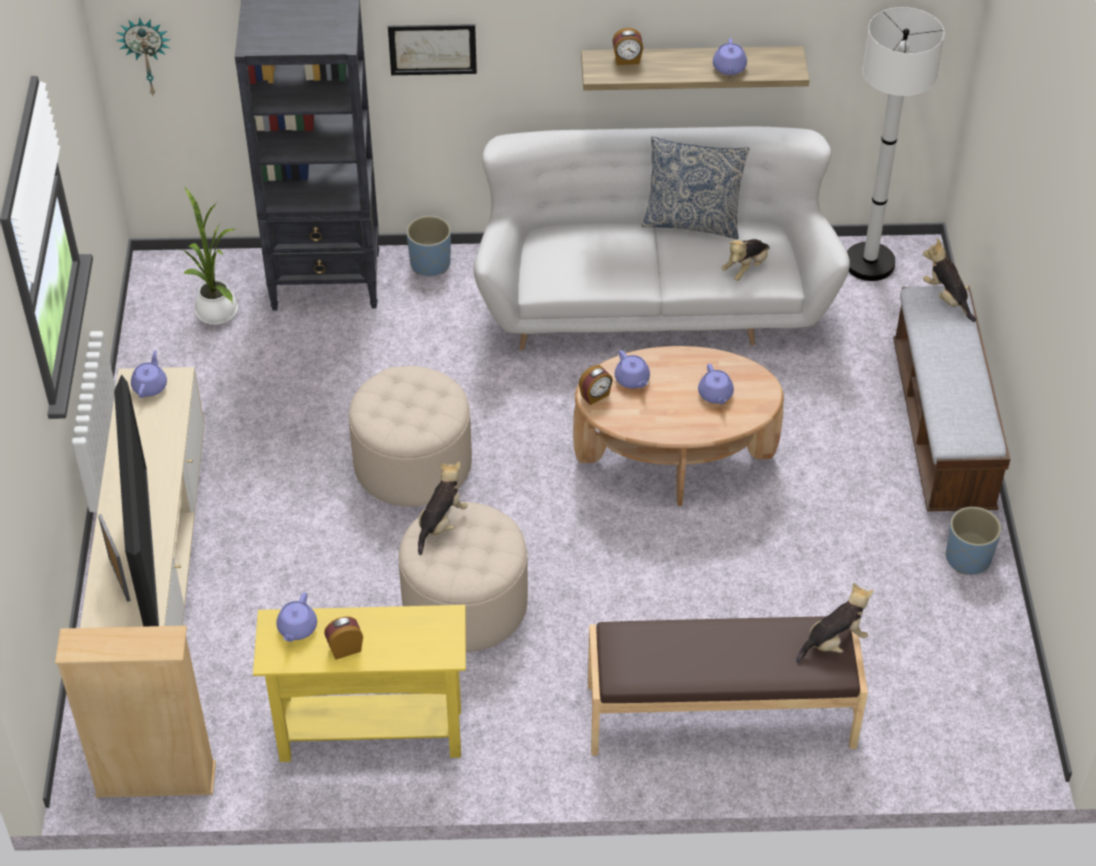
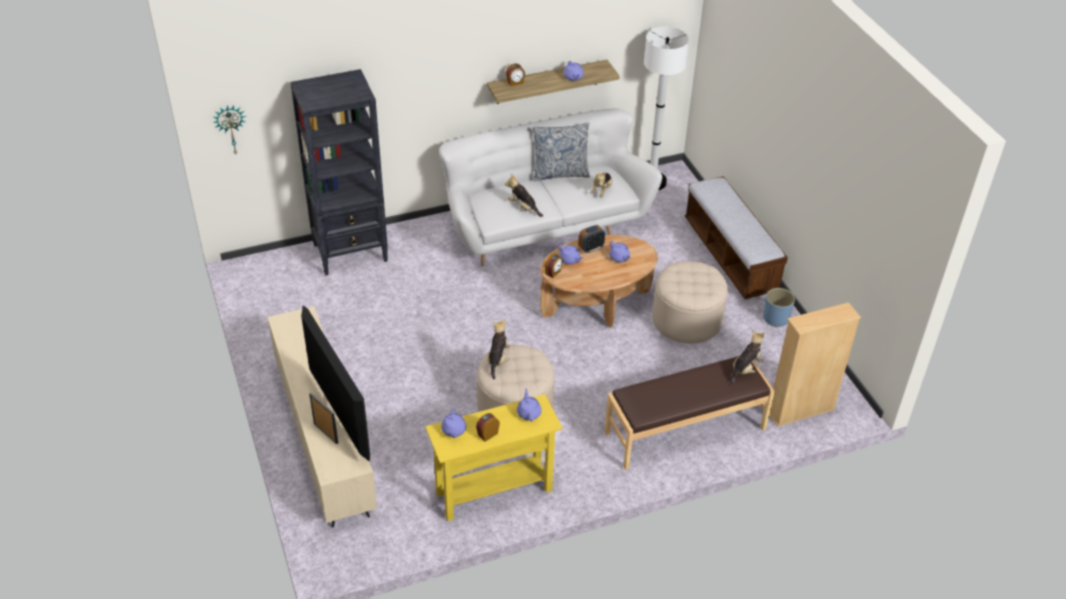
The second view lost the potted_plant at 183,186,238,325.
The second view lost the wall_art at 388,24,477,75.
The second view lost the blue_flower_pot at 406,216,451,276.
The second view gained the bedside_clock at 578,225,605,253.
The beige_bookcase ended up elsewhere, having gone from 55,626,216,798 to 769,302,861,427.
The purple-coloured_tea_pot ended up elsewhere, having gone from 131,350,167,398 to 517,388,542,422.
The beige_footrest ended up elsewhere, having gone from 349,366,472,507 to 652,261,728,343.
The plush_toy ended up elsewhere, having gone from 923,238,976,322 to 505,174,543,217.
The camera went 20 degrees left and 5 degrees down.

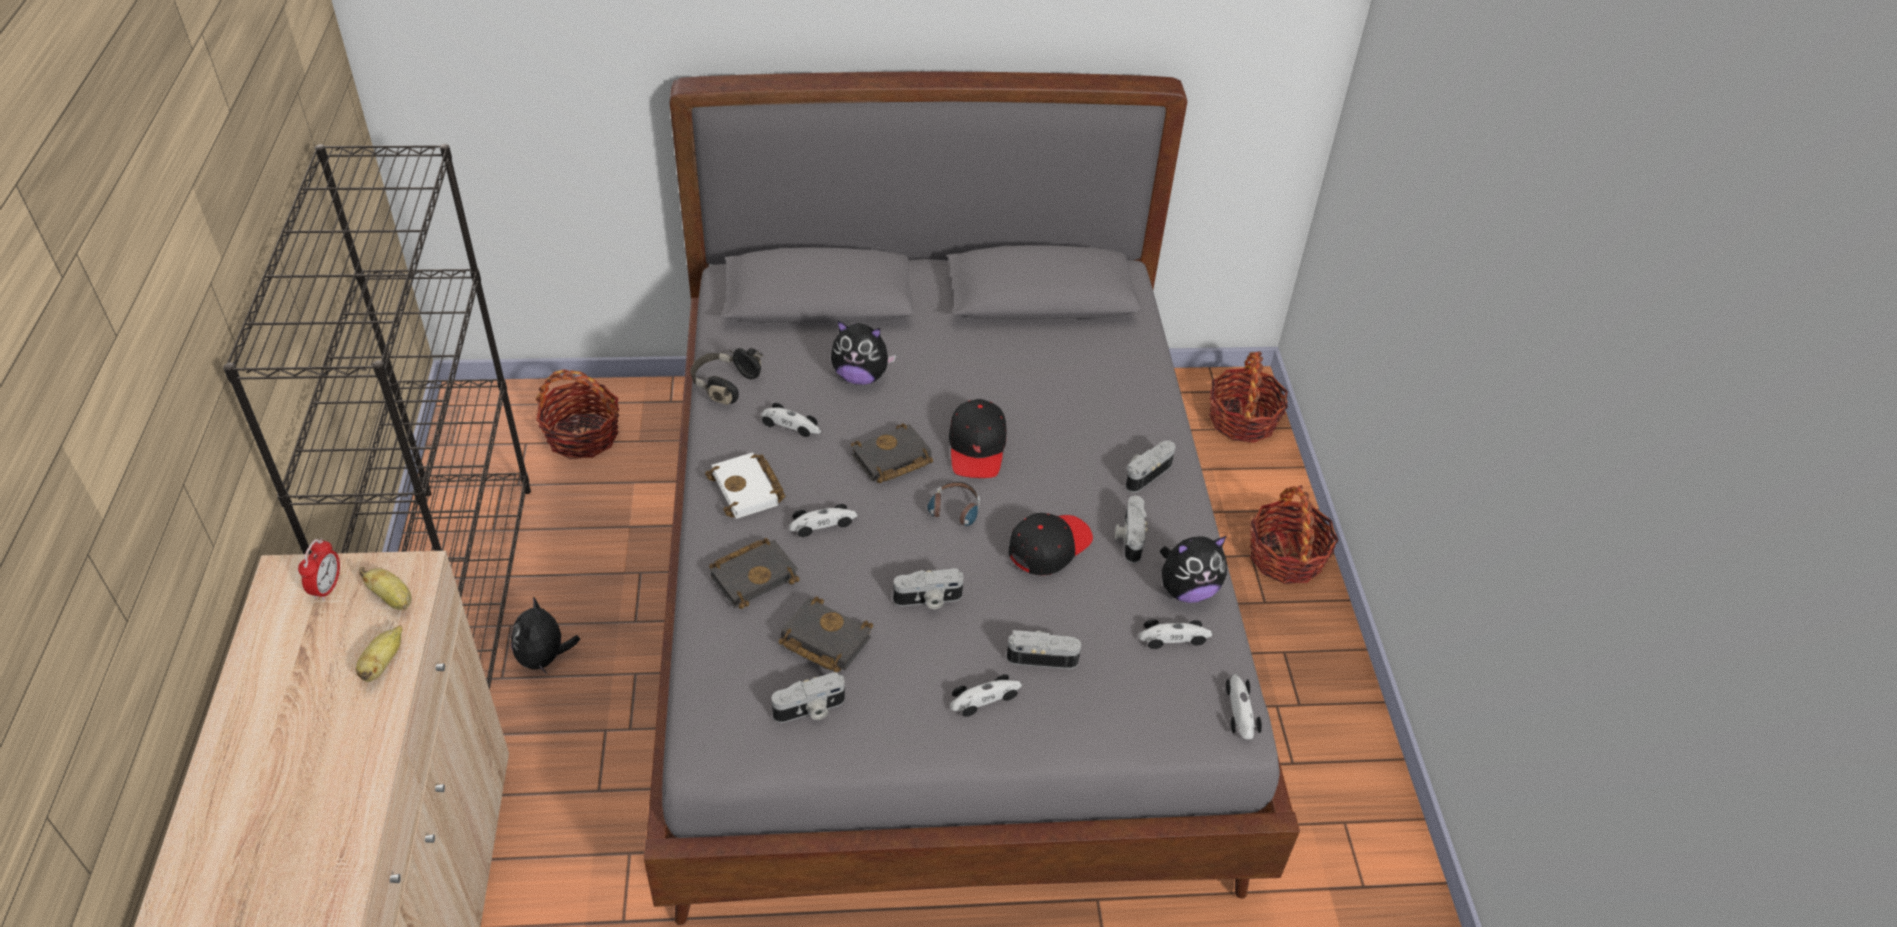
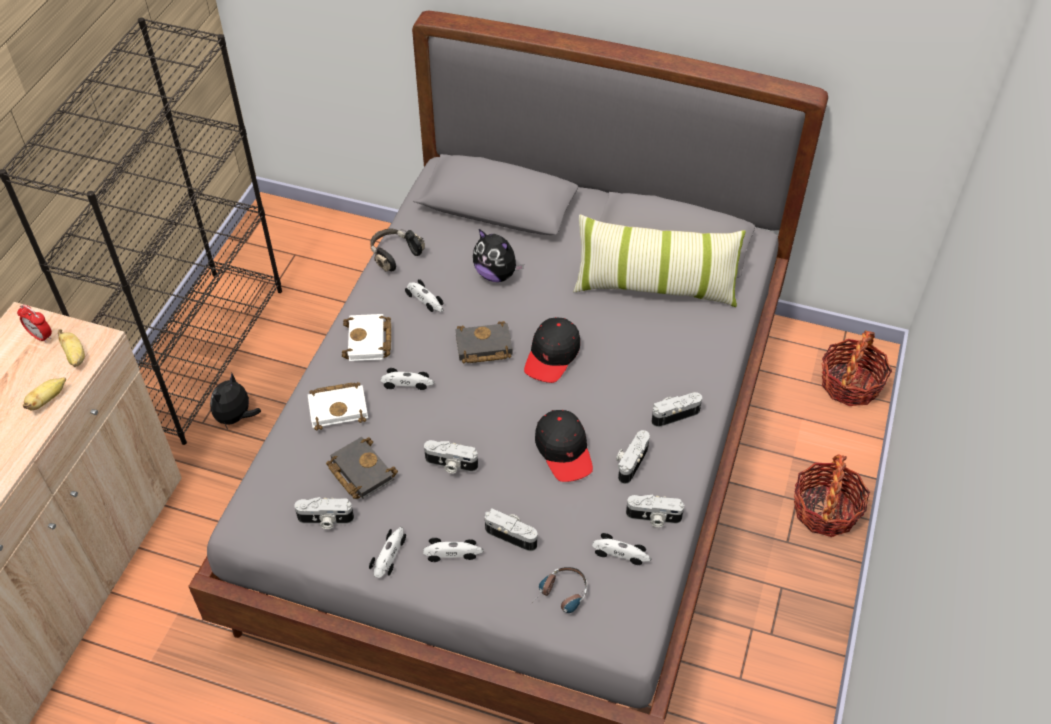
The second view lost the basket at 536,369,620,459.
The second view gained the cushion at 573,214,746,307.
The pair_of_headphones ended up elsewhere, having gone from 926,482,980,530 to 528,567,587,613.
The model_car ended up elsewhere, having gone from 1226,674,1262,739 to 369,527,406,578.
Where the plush_toy stood at 1160,536,1227,603, the photo_camera came to stand at 626,494,684,527.
What was the black-coloured_book at 709,538,799,609 turned into the white_book at 308,382,368,430.
The bedside_clock at 298,538,340,601 ended up facing another way, 90 degrees clockwise from before.
The black-coloured_cap at 1009,513,1093,575 ended up facing another way, 90 degrees clockwise from before.
The camera went 25 degrees right and 5 degrees up.

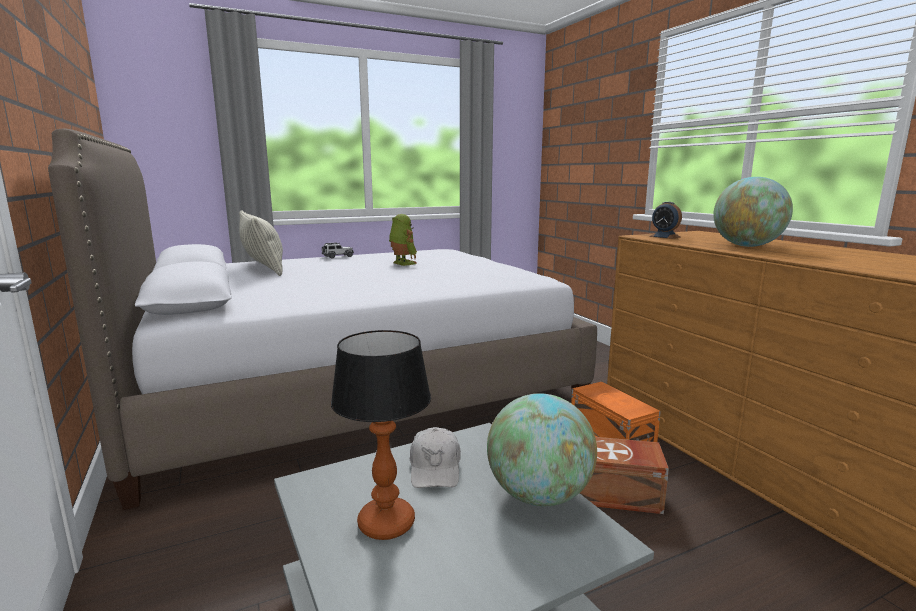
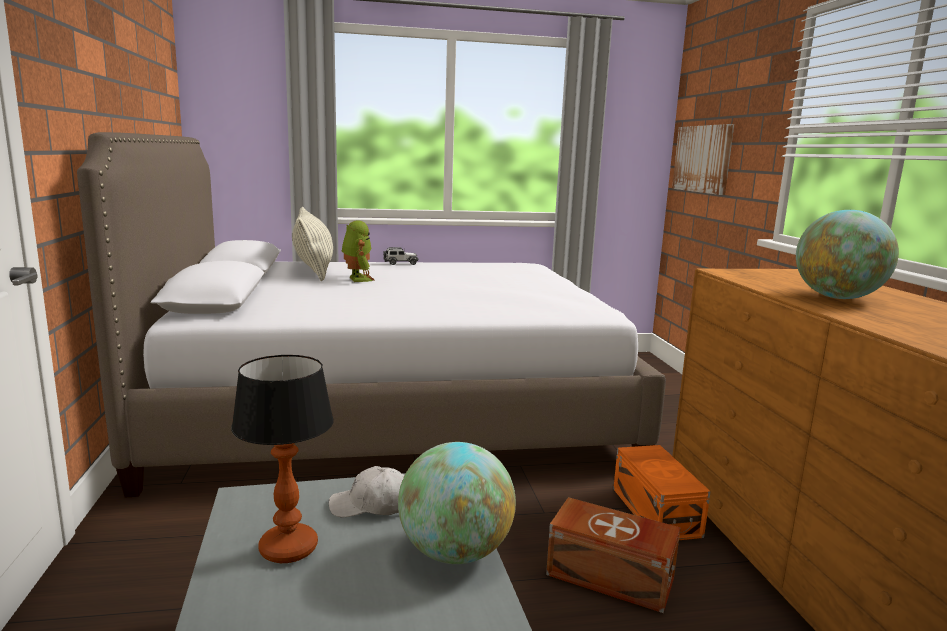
The second view lost the bedside_clock at 649,202,682,239.
The second view gained the wall_art at 672,124,734,195.
The robot_figure ended up elsewhere, having gone from 389,214,417,266 to 342,220,375,282.
The white_cap at 410,427,461,488 ended up facing another way, 75 degrees clockwise from before.
The camera went 15 degrees right and 0 degrees up.

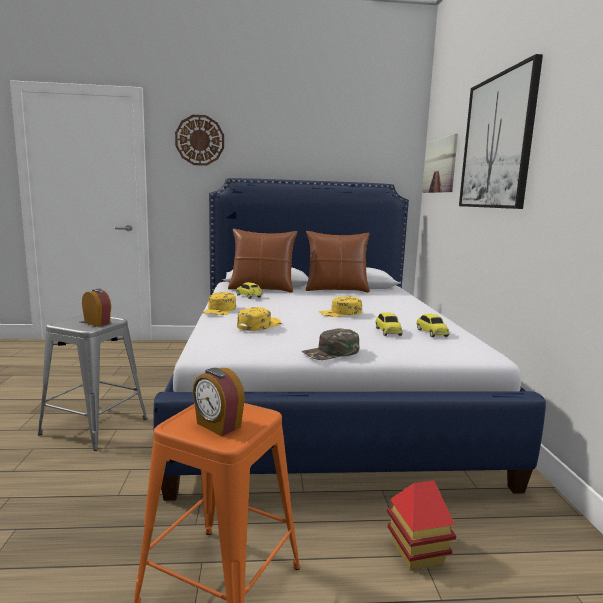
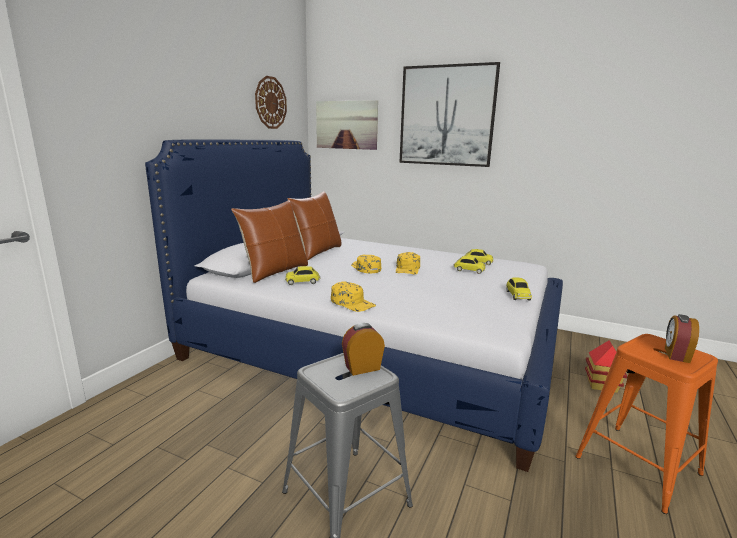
The hanging_clock ended up elsewhere, having gone from 175,115,224,166 to 255,76,287,129.
The yellowish_cap ended up elsewhere, having gone from 237,307,282,331 to 351,255,381,273.
Where the green_cap stood at 302,329,360,360, the model_car came to stand at 506,277,532,301.
The bedside_clock at 192,368,245,436 ended up facing another way, 135 degrees clockwise from before.
The camera went 60 degrees left and 5 degrees up.

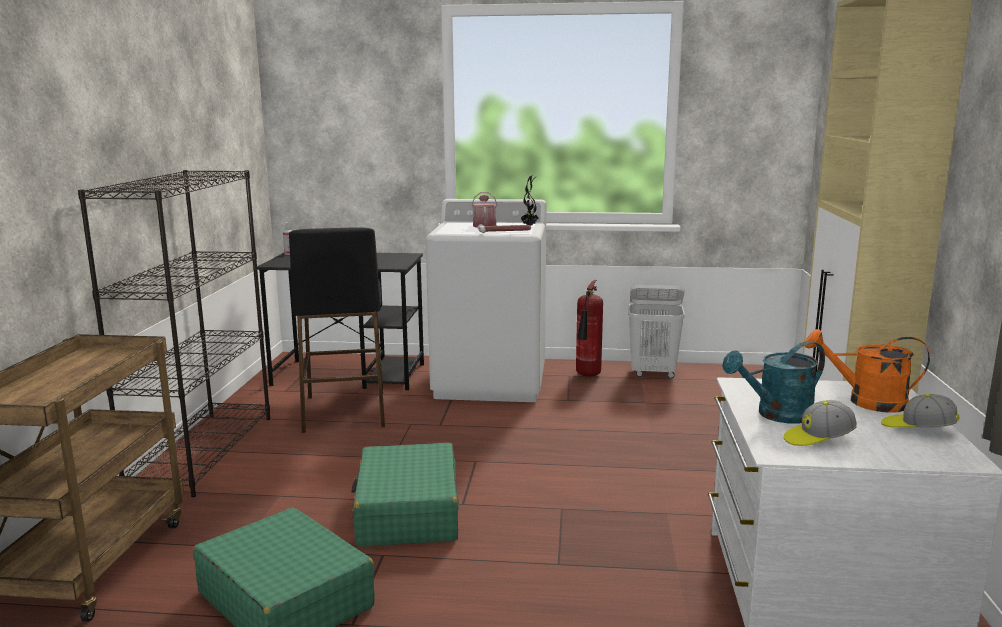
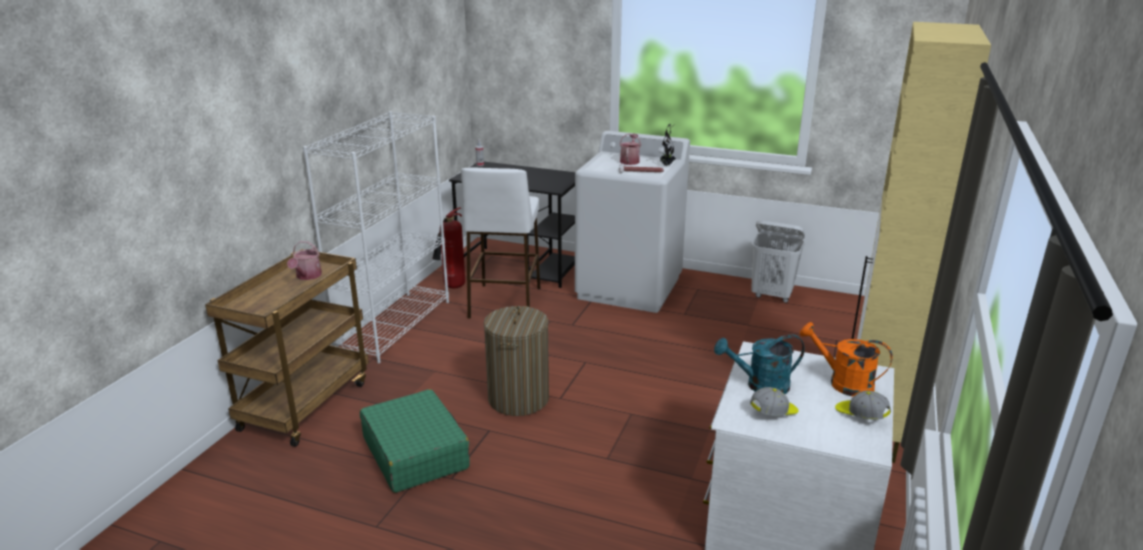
The second view gained the watering_can at 287,241,322,280.
The fire_extinguisher ended up elsewhere, having gone from 576,280,603,377 to 432,207,465,288.
Where the green_suitcase stood at 351,443,459,547, the hamper came to stand at 484,306,549,416.
What was the black-coloured_bookcase at 78,170,270,497 turned into the white_bookcase at 303,111,449,364.
What was the black-coloured_stool_seat at 289,227,385,433 turned into the white_stool_seat at 461,167,540,319.
The cap at 784,400,857,446 ended up facing another way, 150 degrees clockwise from before.
The camera went 15 degrees right and 10 degrees up.

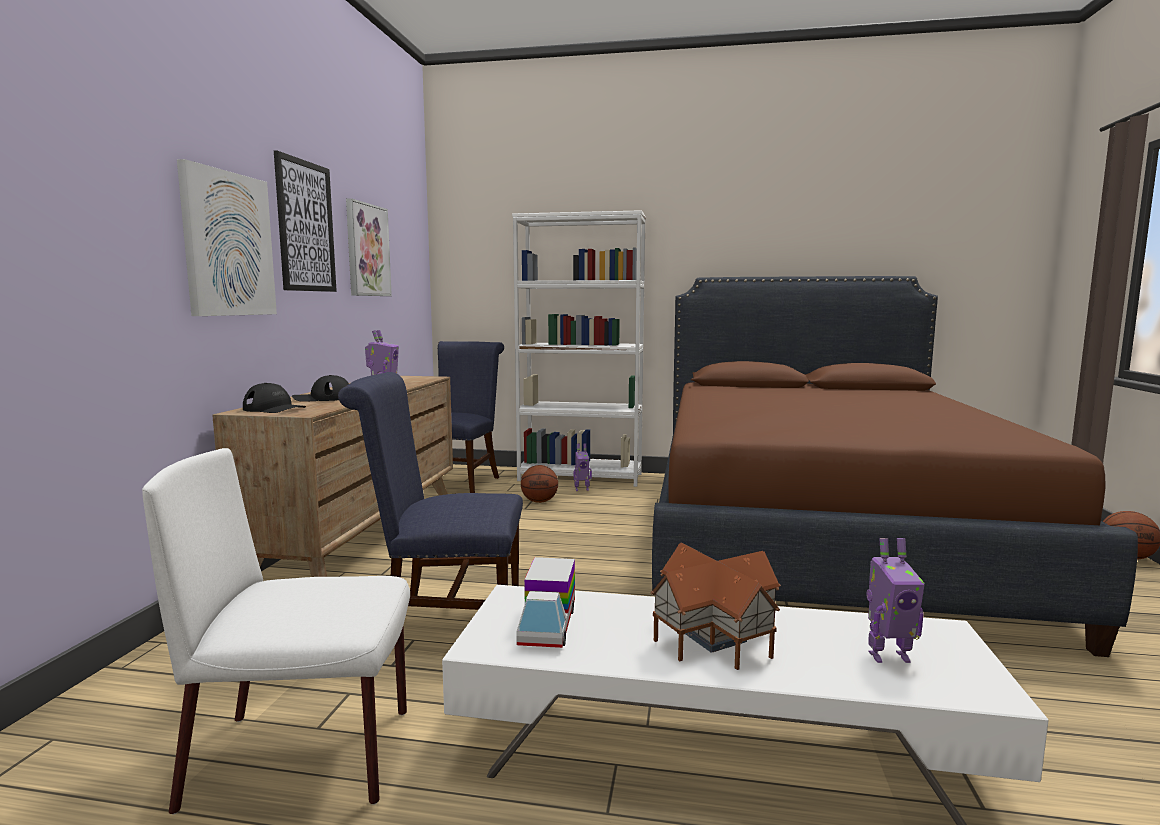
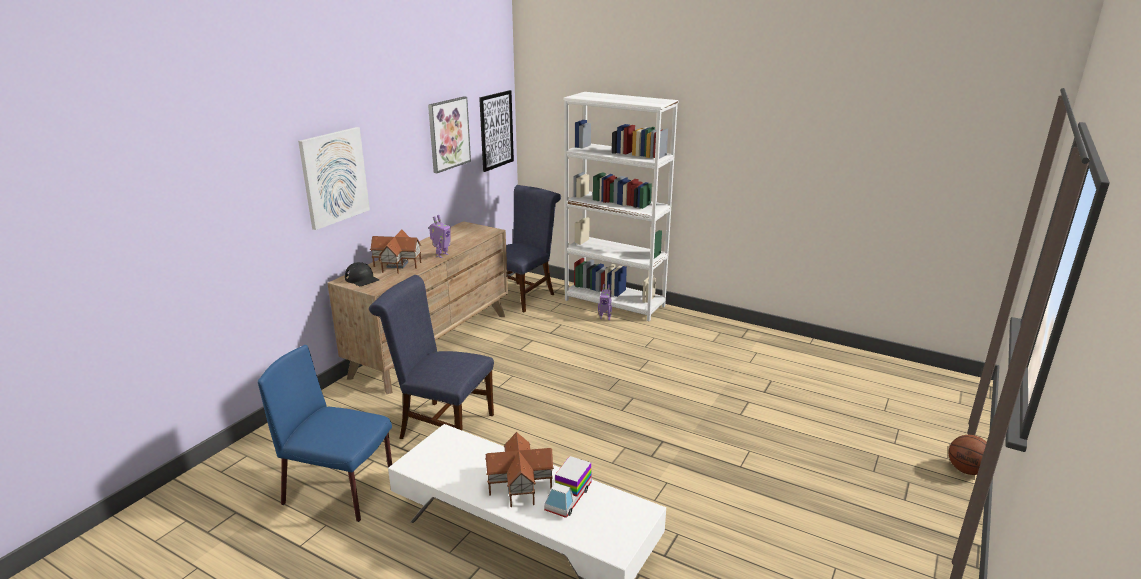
The second view lost the basketball at 521,465,558,503.
The second view lost the brown_sleeping_bed at 652,276,1138,657.
The second view lost the robot_figure at 866,538,925,663.
The wall_art ended up elsewhere, having gone from 274,150,337,292 to 479,90,514,172.
The toy_truck ended up elsewhere, having gone from 516,557,575,648 to 544,456,592,518.
Where the black-coloured_cap stood at 292,375,349,402, the toy_house came to stand at 370,230,421,274.
What was the white_plain_chair at 142,448,410,815 turned into the blue_plain_chair at 258,345,392,522.
The camera went 20 degrees right and 15 degrees up.

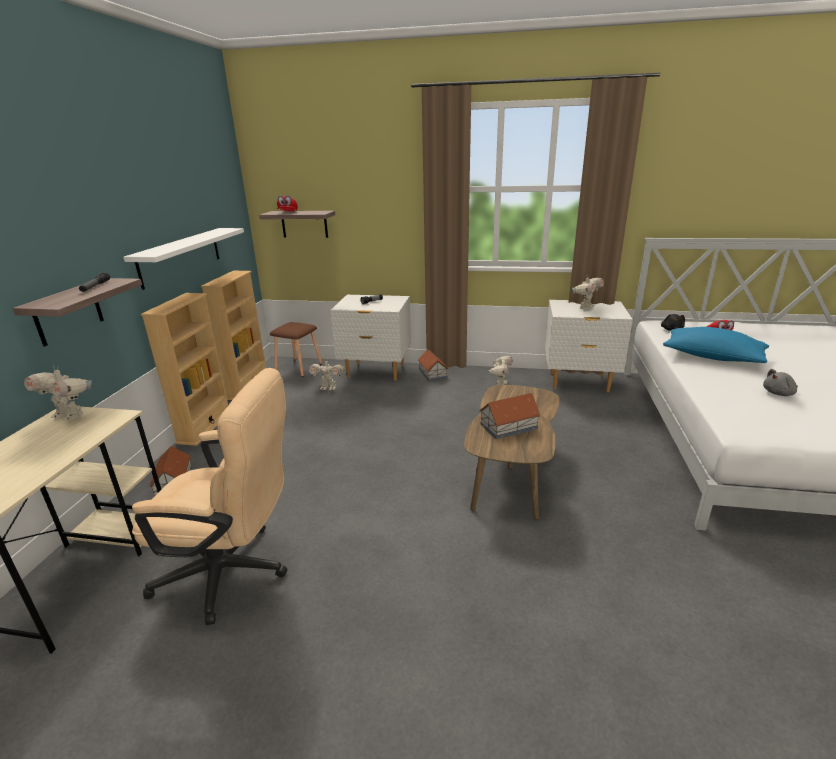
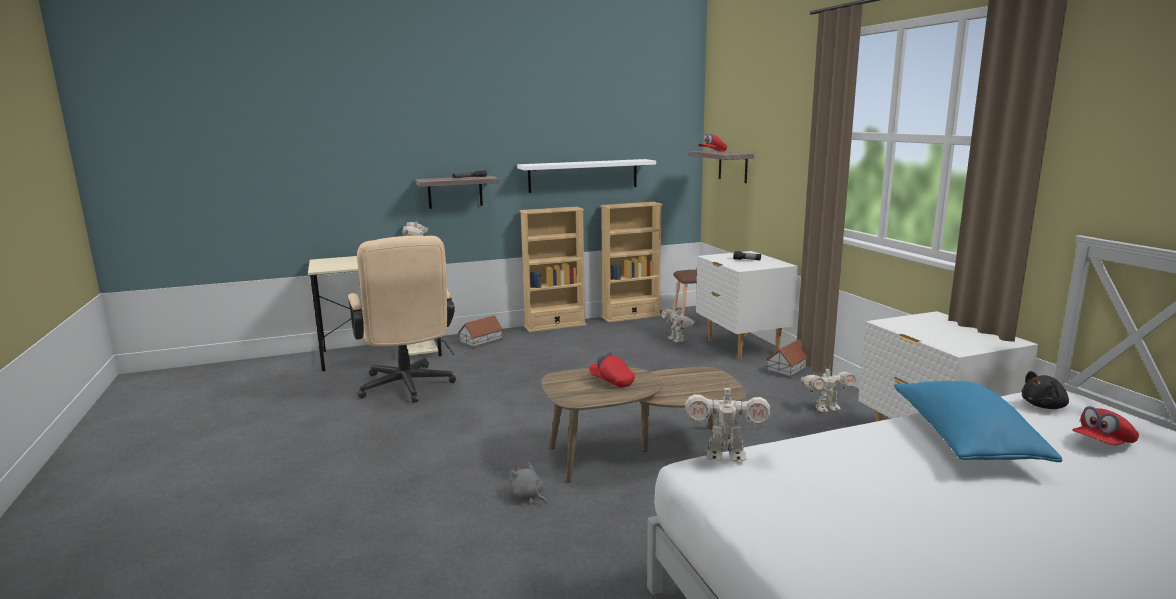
The robot_figure ended up elsewhere, having gone from 572,278,604,310 to 685,381,771,461.
The greyish_plush_toy ended up elsewhere, having gone from 763,369,798,396 to 509,462,547,505.
Where the toy_house stood at 479,393,541,439, the red-coloured_cap came to stand at 589,351,635,388.
The camera went 60 degrees right and 10 degrees down.

